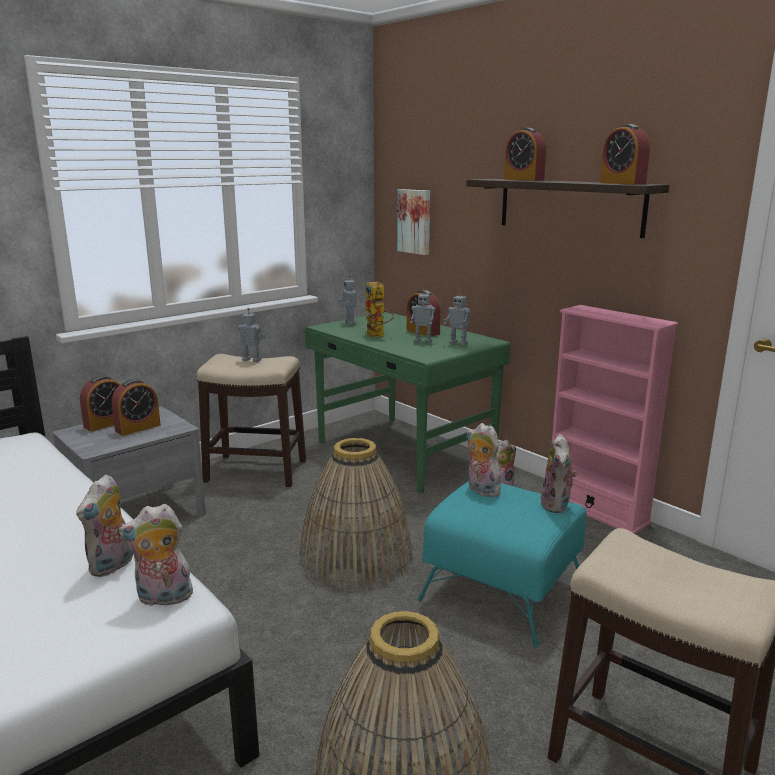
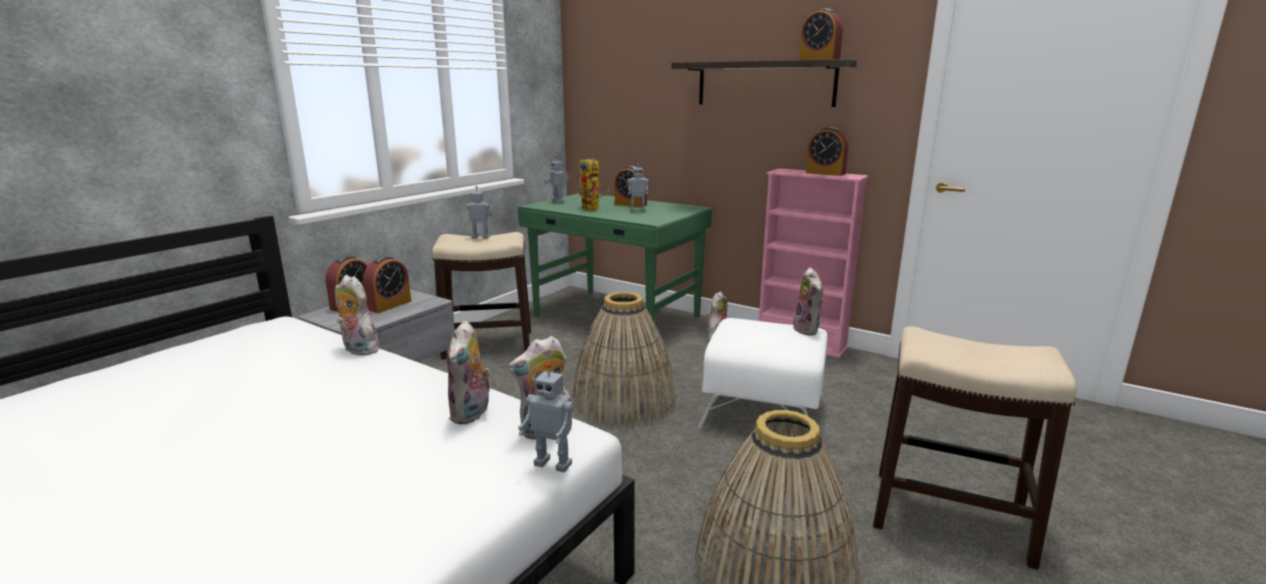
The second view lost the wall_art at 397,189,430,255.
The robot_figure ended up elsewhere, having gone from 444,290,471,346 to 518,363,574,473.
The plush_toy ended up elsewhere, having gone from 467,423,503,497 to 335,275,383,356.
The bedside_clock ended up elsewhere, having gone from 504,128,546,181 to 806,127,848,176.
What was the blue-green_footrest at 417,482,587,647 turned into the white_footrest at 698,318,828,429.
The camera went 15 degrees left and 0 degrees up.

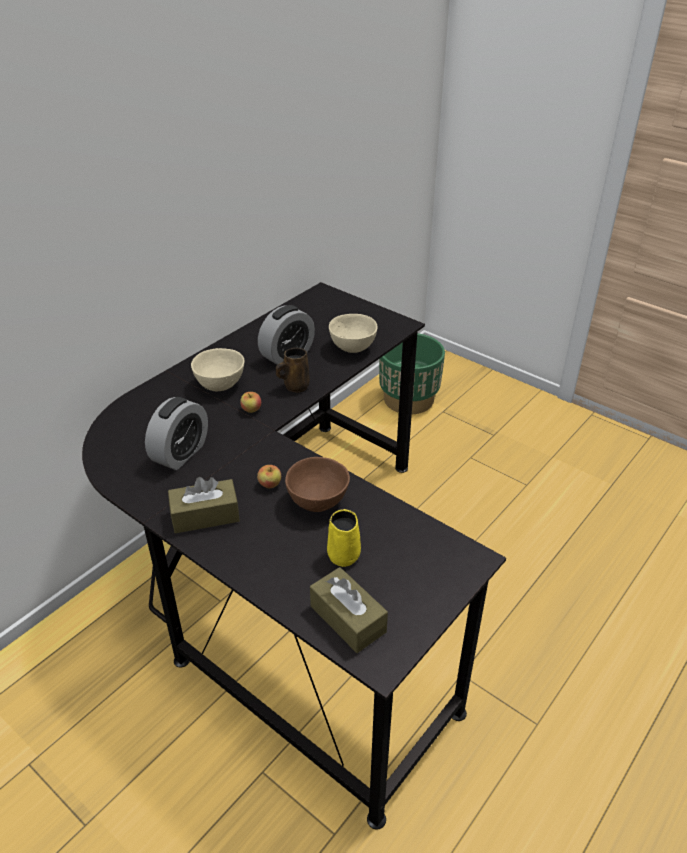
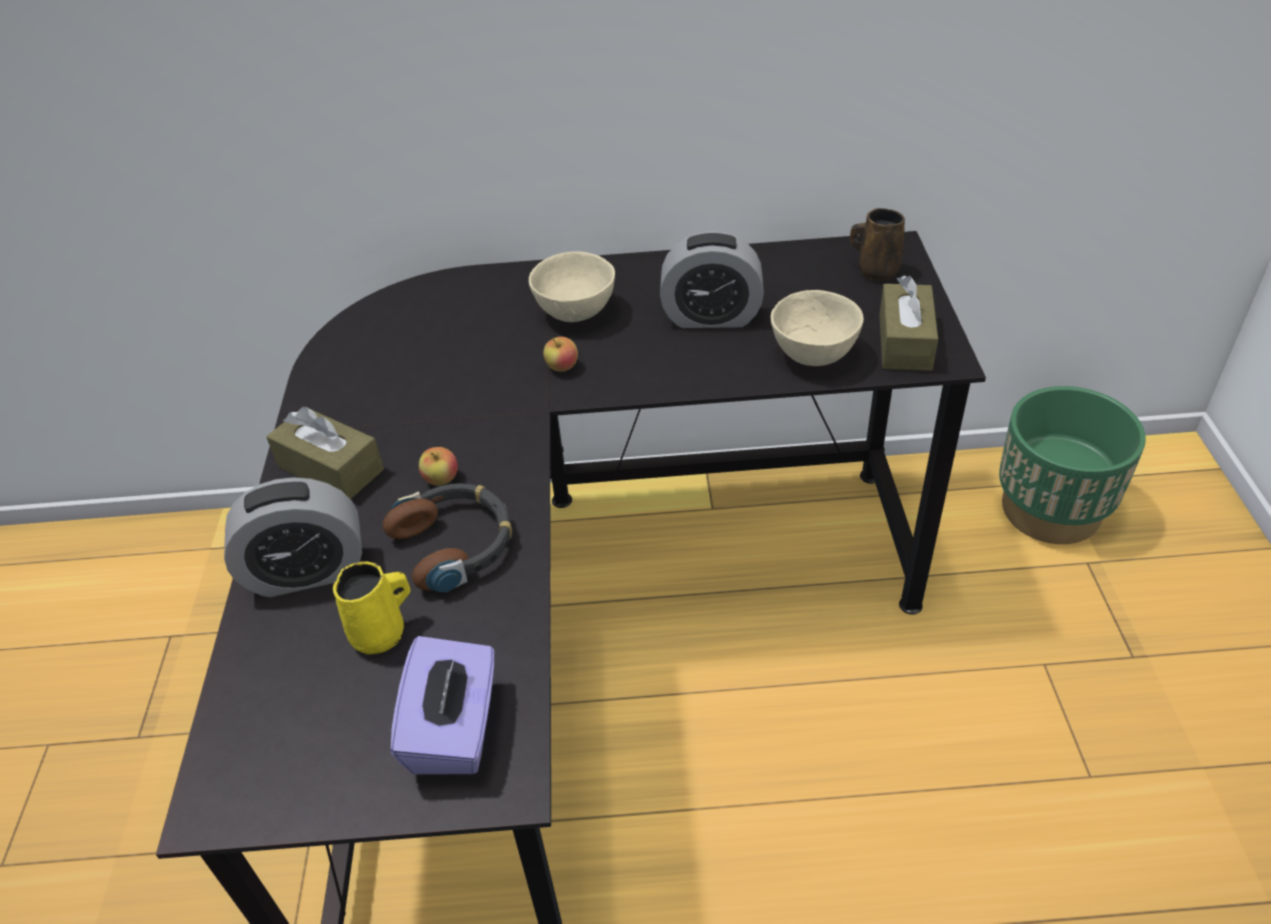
The second view gained the purple-coloured_box_of_tissues at 390,636,494,774.
The bedside_clock ended up elsewhere, having gone from 145,397,208,470 to 224,477,362,597.
The brown_coffee_mug ended up elsewhere, having gone from 276,348,310,393 to 850,208,905,281.
The brown_box_of_tissues ended up elsewhere, having gone from 310,567,388,653 to 879,275,938,371.
Where the brown_bowl stood at 285,457,350,512, the pair_of_headphones came to stand at 383,483,512,592.
The camera went 50 degrees right and 5 degrees up.

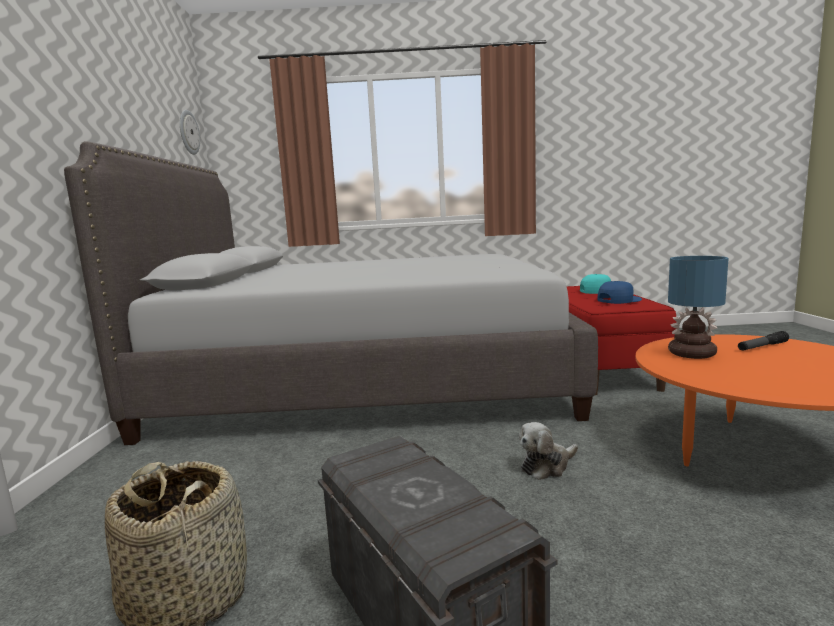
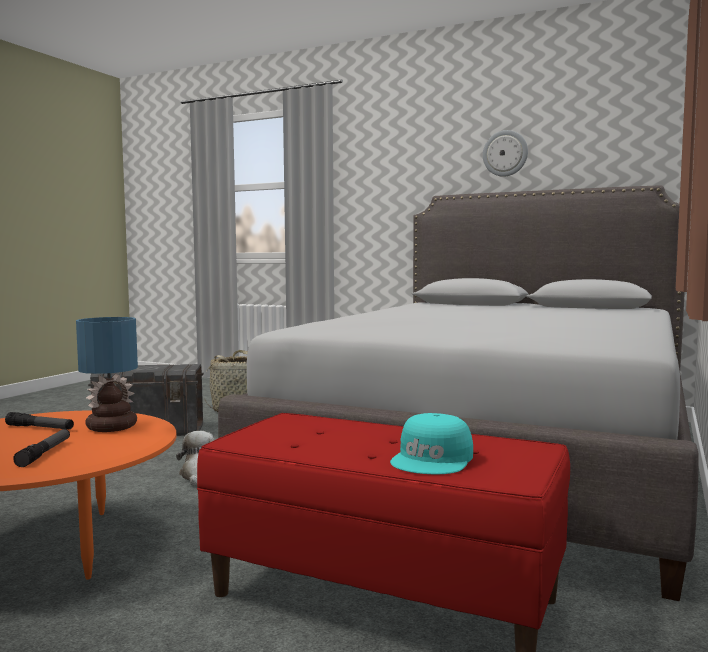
The second view lost the blue_cap at 597,281,642,304.
The second view gained the flashlight at 5,412,74,430.
The hanging_clock ended up elsewhere, having gone from 180,110,200,155 to 483,130,528,177.
The camera went 115 degrees right and 5 degrees down.

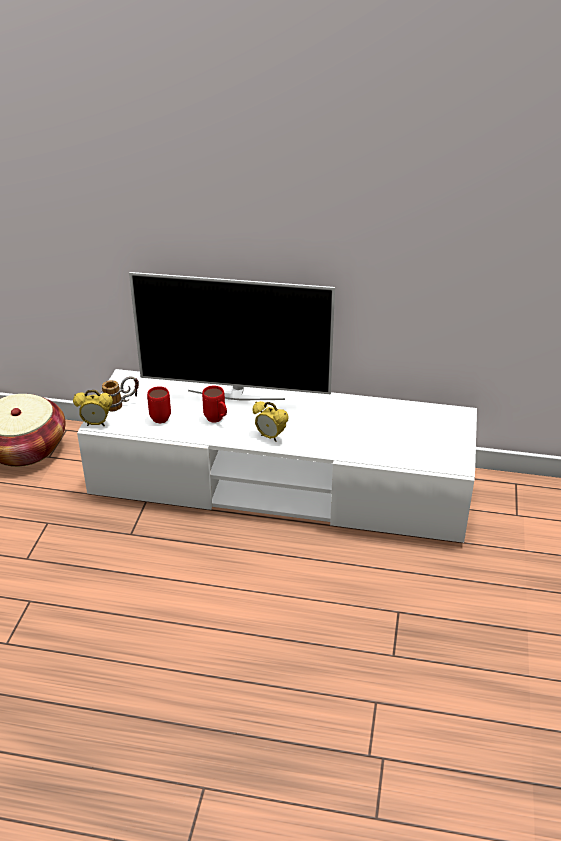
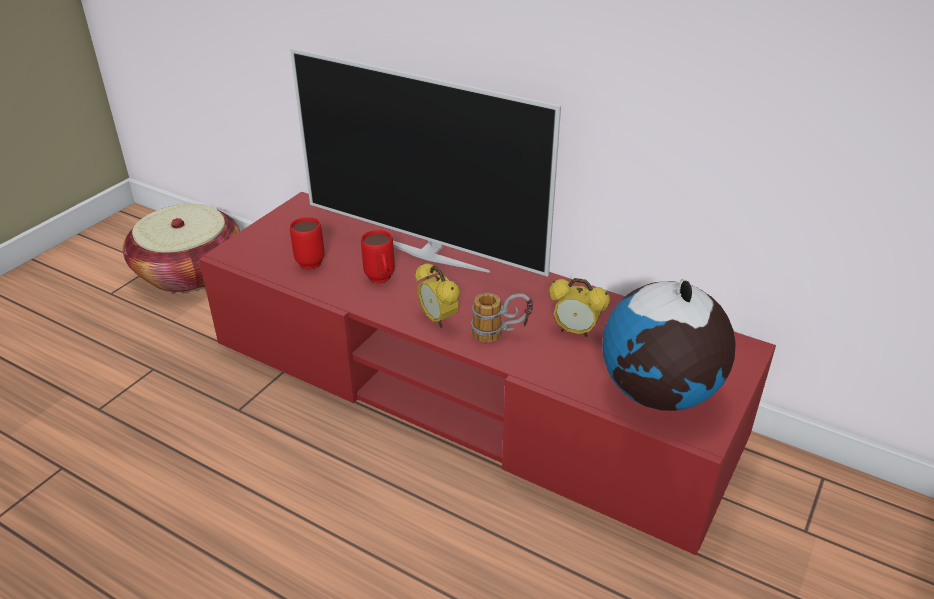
The second view gained the globe at 602,280,736,411.
The bedside_clock ended up elsewhere, having gone from 73,390,113,426 to 549,278,610,338.
The coffee_mug ended up elsewhere, having gone from 101,376,139,411 to 471,293,533,342.
What was the white_media_console at 77,369,477,543 turned into the red-coloured_media_console at 199,192,776,555.
The camera went 20 degrees right and 0 degrees up.

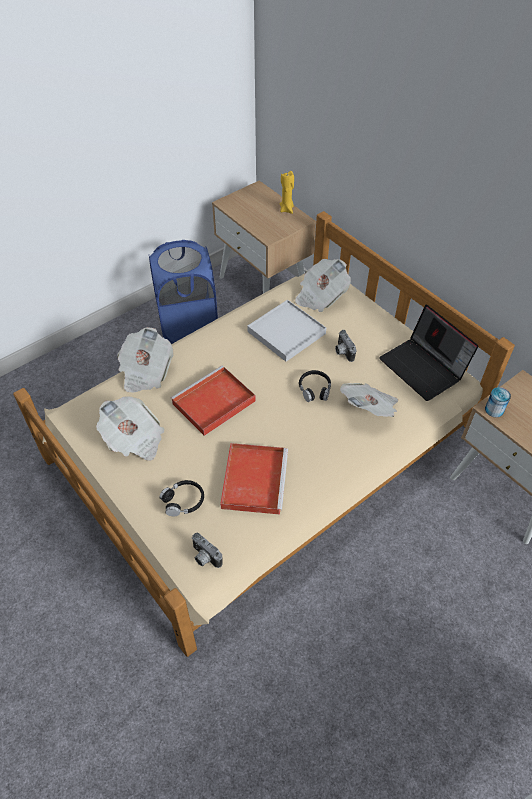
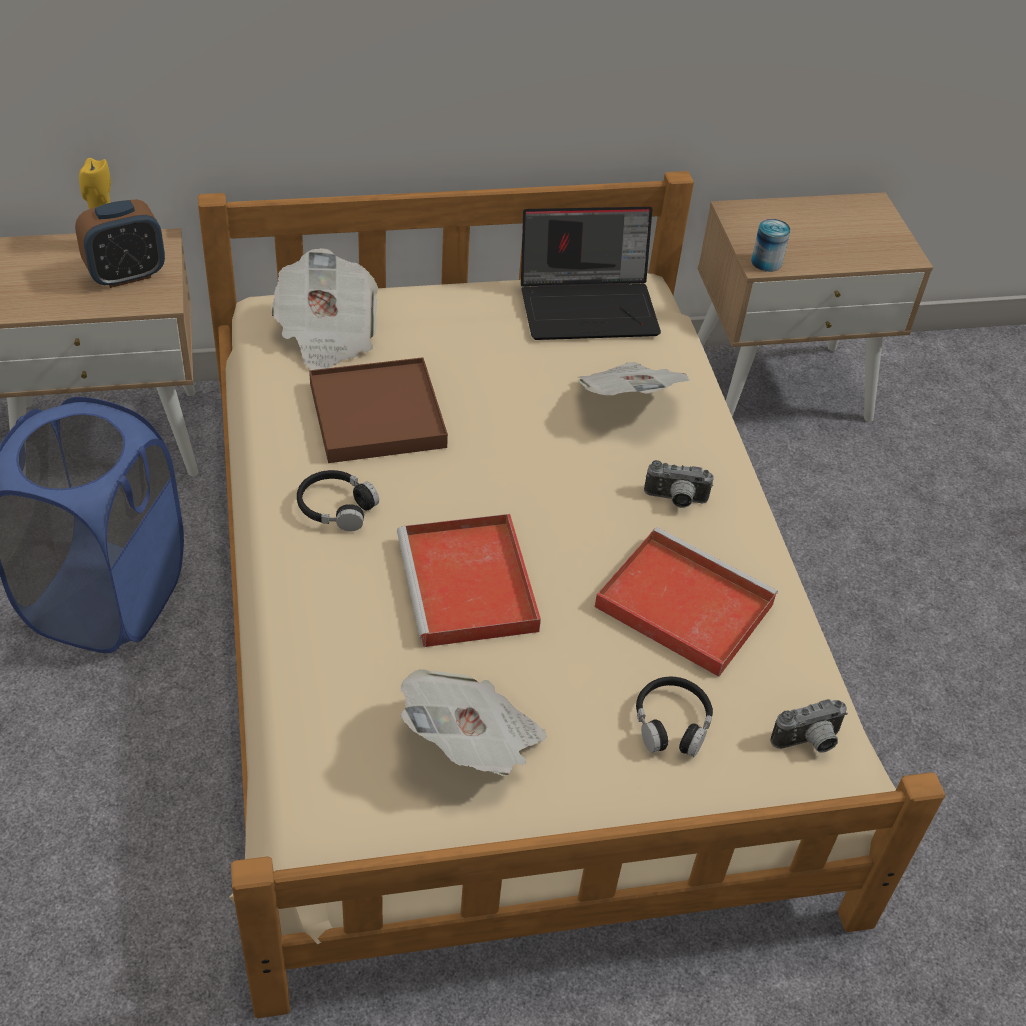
The second view lost the daily_paper at 117,327,173,393.
The second view gained the bedside_clock at 75,199,165,288.
The black-coloured_pair_of_headphones ended up elsewhere, having gone from 299,370,331,402 to 297,470,379,531.
The photo_camera ended up elsewhere, having gone from 335,330,357,362 to 644,460,714,508.
What was the white_serving_tray at 247,300,326,362 turned into the brown_serving_tray at 309,357,448,463.
The camera went 65 degrees left and 5 degrees down.

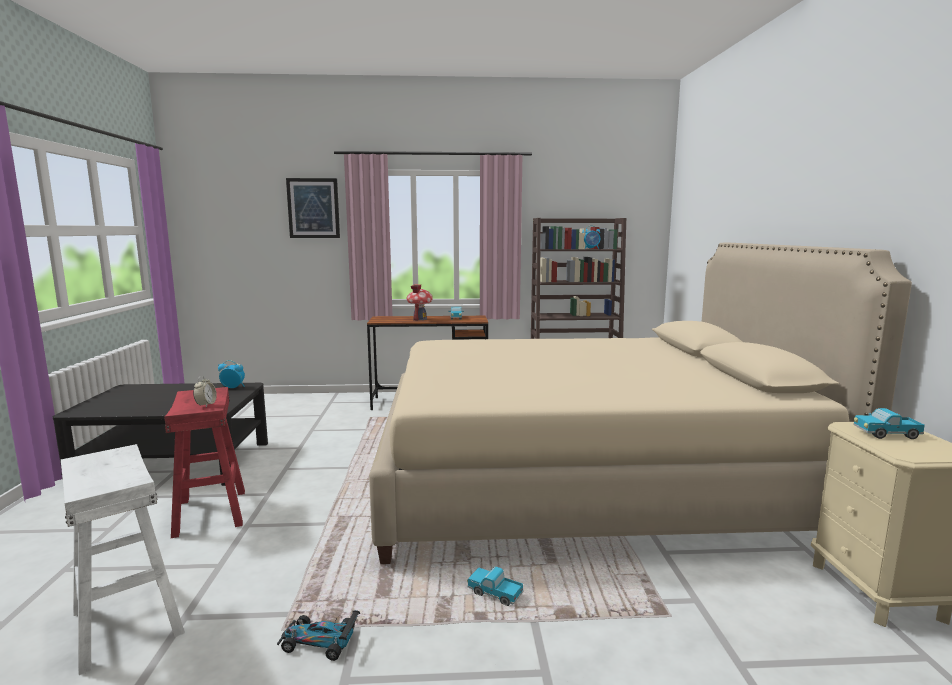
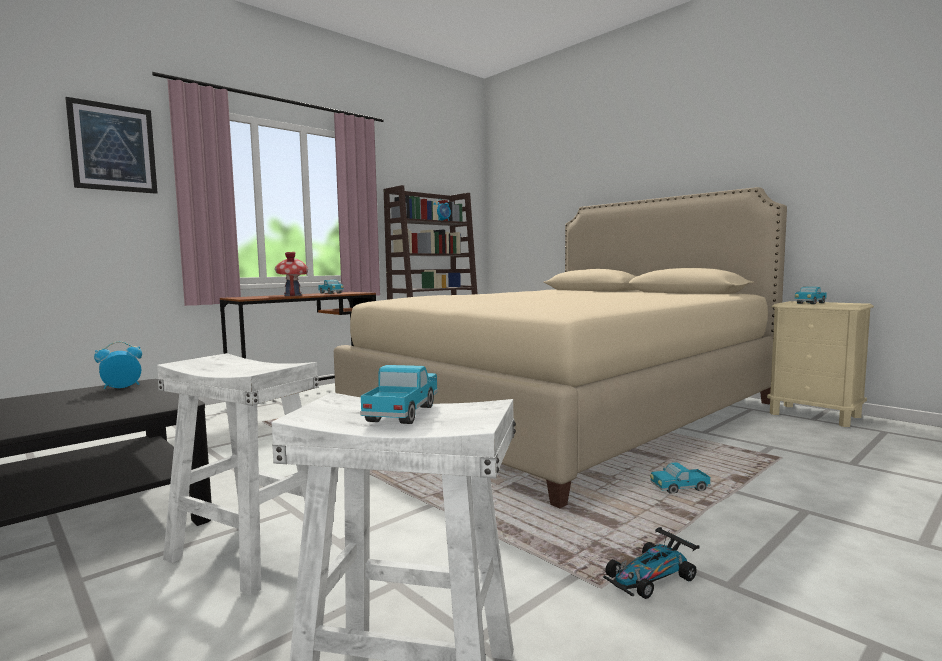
The second view lost the bedside_clock at 193,376,217,407.
The second view gained the toy_truck at 360,365,438,424.
What was the red-coloured_stool_seat at 164,387,245,538 turned into the white_stool_seat at 157,353,332,596.
The camera went 40 degrees left and 5 degrees down.

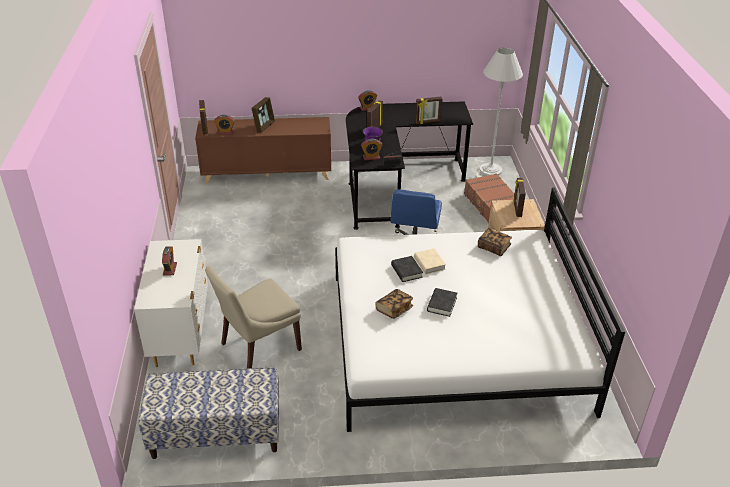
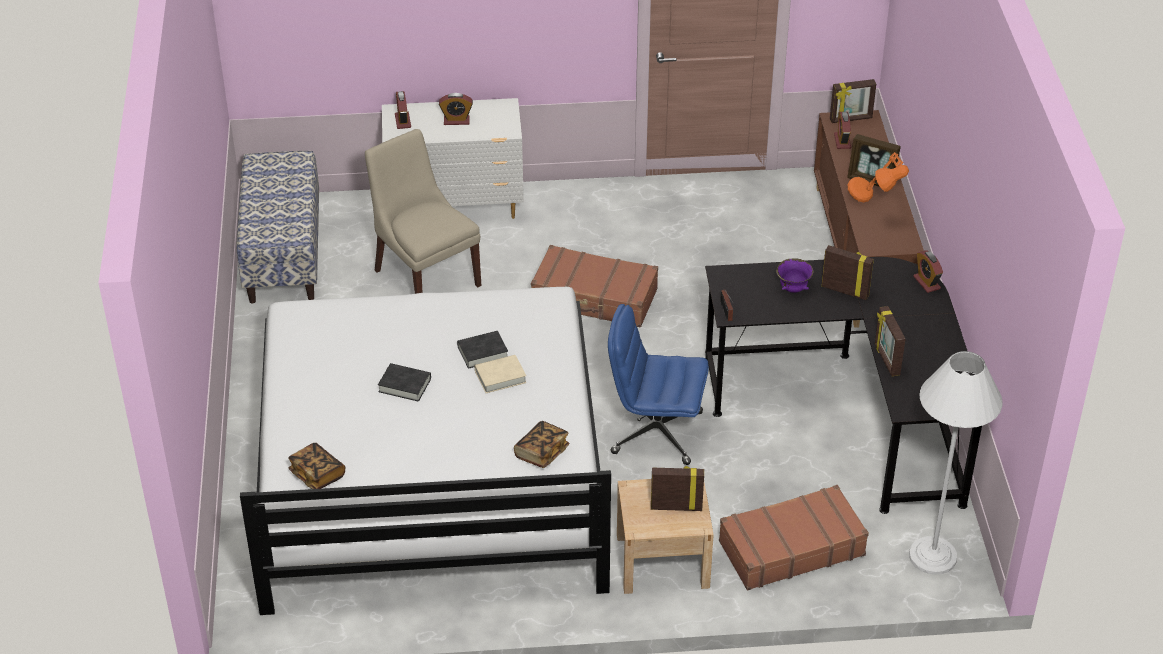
The second view gained the brown_suitcase at 531,245,658,327.
The second view gained the orange-coloured_lamp_for_a_table at 848,152,909,202.
The bedside_clock ended up elsewhere, having gone from 361,139,383,160 to 395,91,411,129.
The book ended up elsewhere, having gone from 376,289,413,319 to 288,443,345,489.
The camera went 90 degrees right and 5 degrees up.

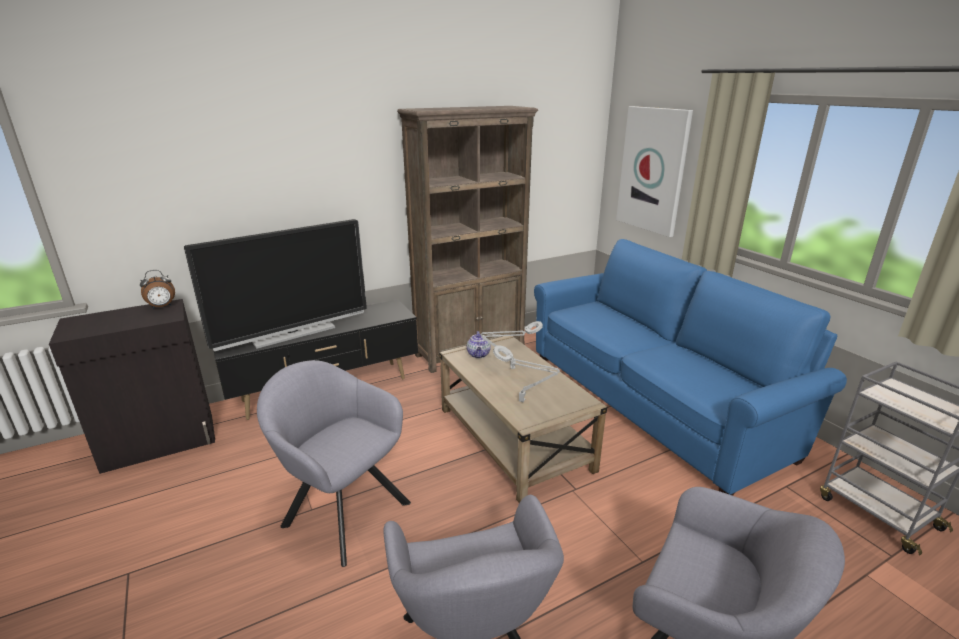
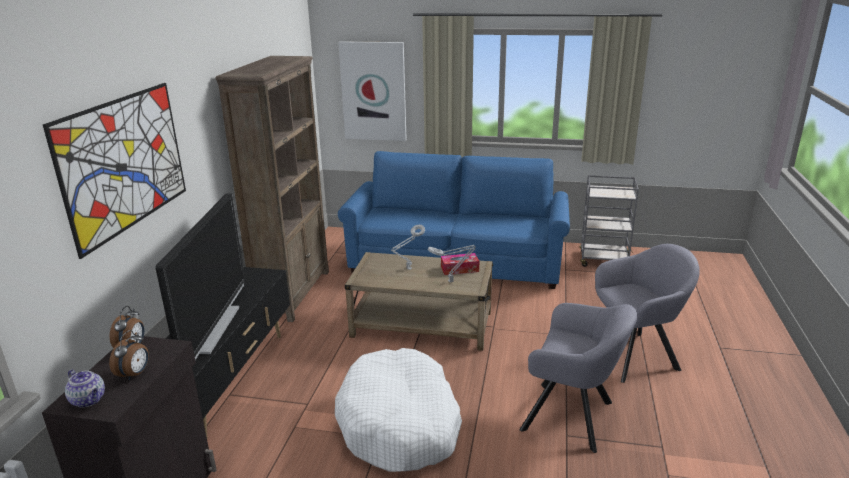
The second view gained the wall_art at 43,83,186,259.
The second view gained the bedside_clock at 109,330,149,381.
The second view gained the box_of_tissues at 441,253,479,275.
The tea_pot ended up elsewhere, having gone from 467,331,491,358 to 65,369,105,408.
Where the greyish_armchair stood at 257,360,411,567, the white_pet_bed came to stand at 335,348,462,472.
The camera went 50 degrees left and 0 degrees up.

